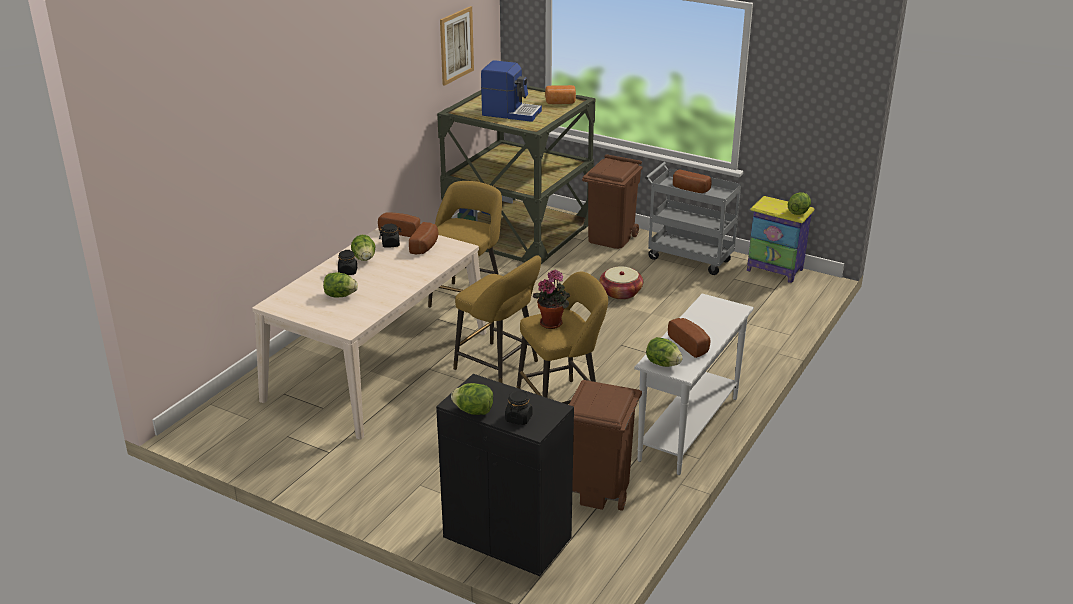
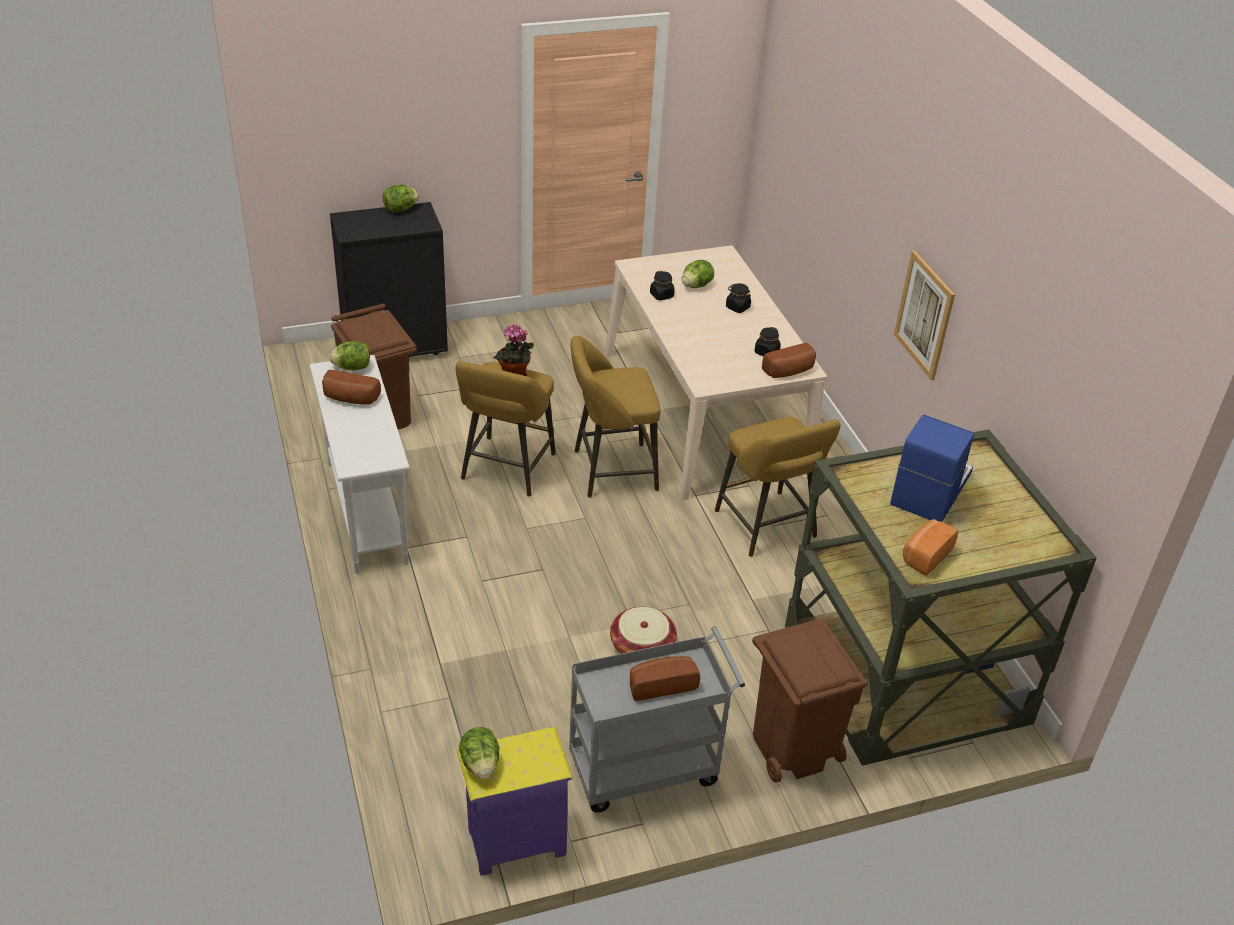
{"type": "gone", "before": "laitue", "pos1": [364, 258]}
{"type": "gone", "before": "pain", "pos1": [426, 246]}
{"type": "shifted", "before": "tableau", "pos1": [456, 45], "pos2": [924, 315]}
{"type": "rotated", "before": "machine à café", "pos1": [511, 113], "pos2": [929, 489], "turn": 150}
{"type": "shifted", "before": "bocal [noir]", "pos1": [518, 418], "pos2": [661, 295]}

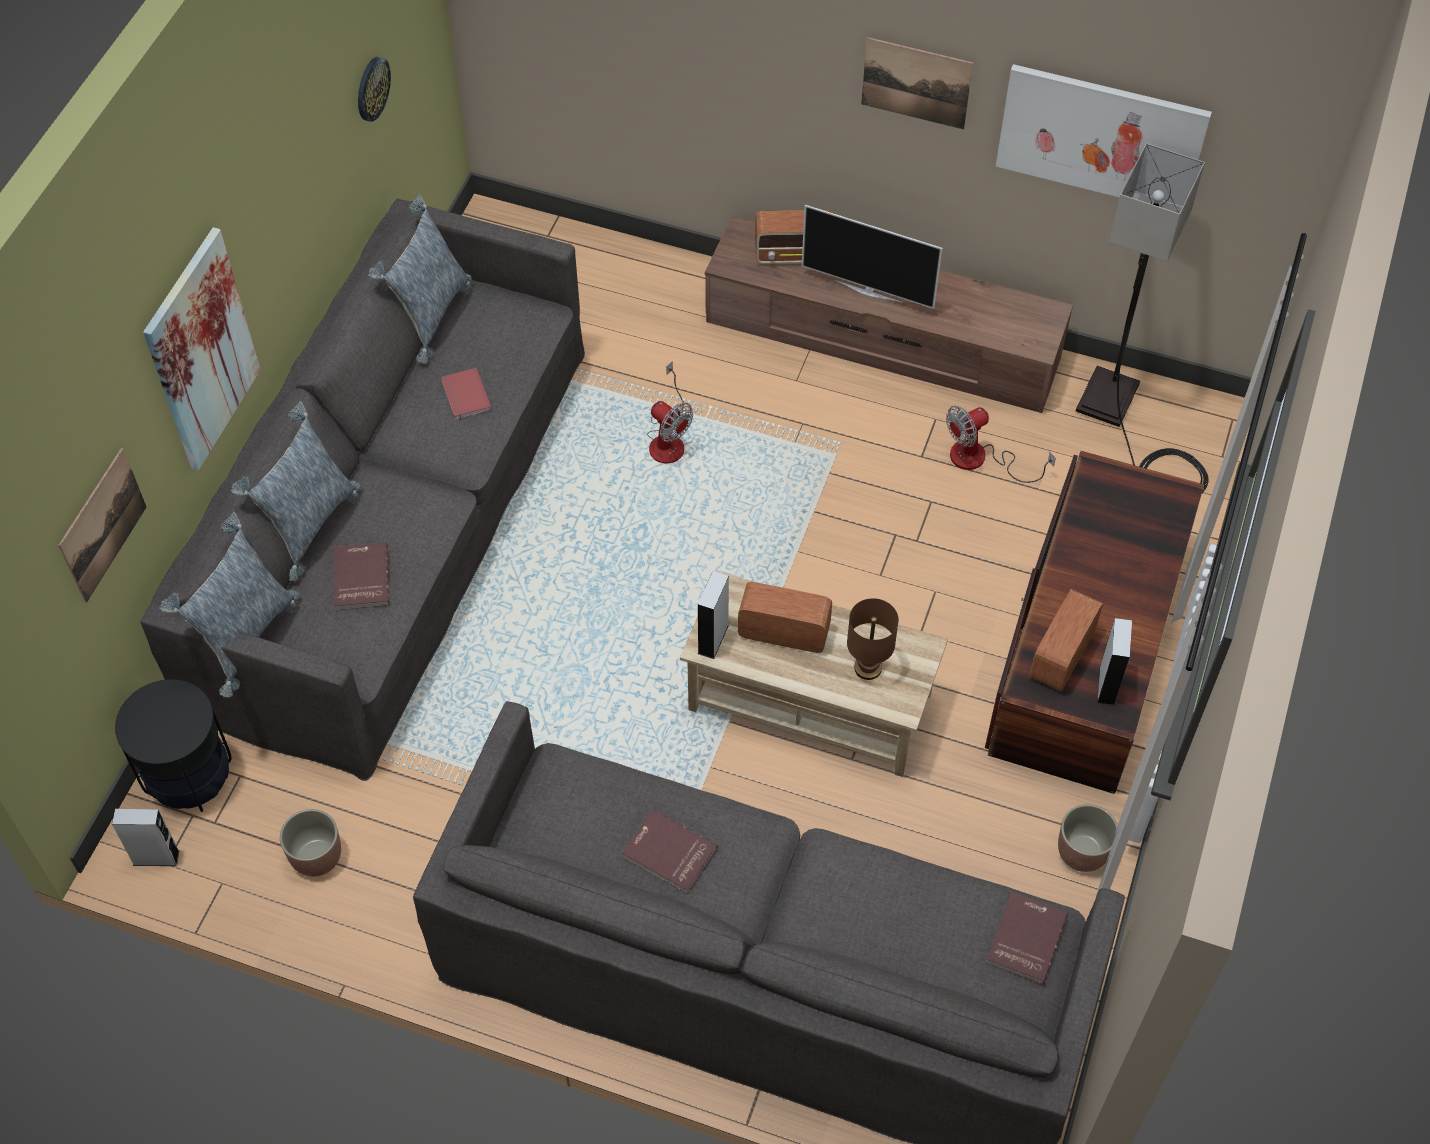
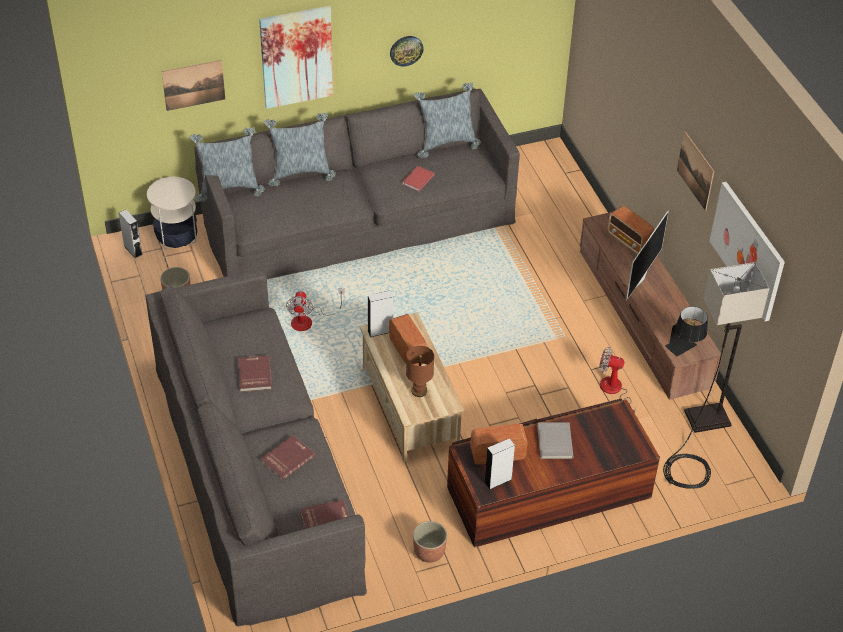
{"type": "repainted", "before": "table d'appoint [noir]", "after": "table d'appoint [beige]", "pos1": [190, 778], "pos2": [177, 237]}
{"type": "shifted", "before": "livre [rouge]", "pos1": [360, 578], "pos2": [287, 458]}
{"type": "shifted", "before": "horloge murale", "pos1": [372, 88], "pos2": [406, 50]}
{"type": "shifted", "before": "ventilateur", "pos1": [668, 439], "pos2": [308, 320]}
{"type": "rotated", "before": "téléviseur", "pos1": [869, 290], "pos2": [639, 278], "turn": -135}
{"type": "new", "after": "livre [gris]", "pos2": [553, 442]}
{"type": "new", "after": "lampe de table [noir]", "pos2": [685, 349]}

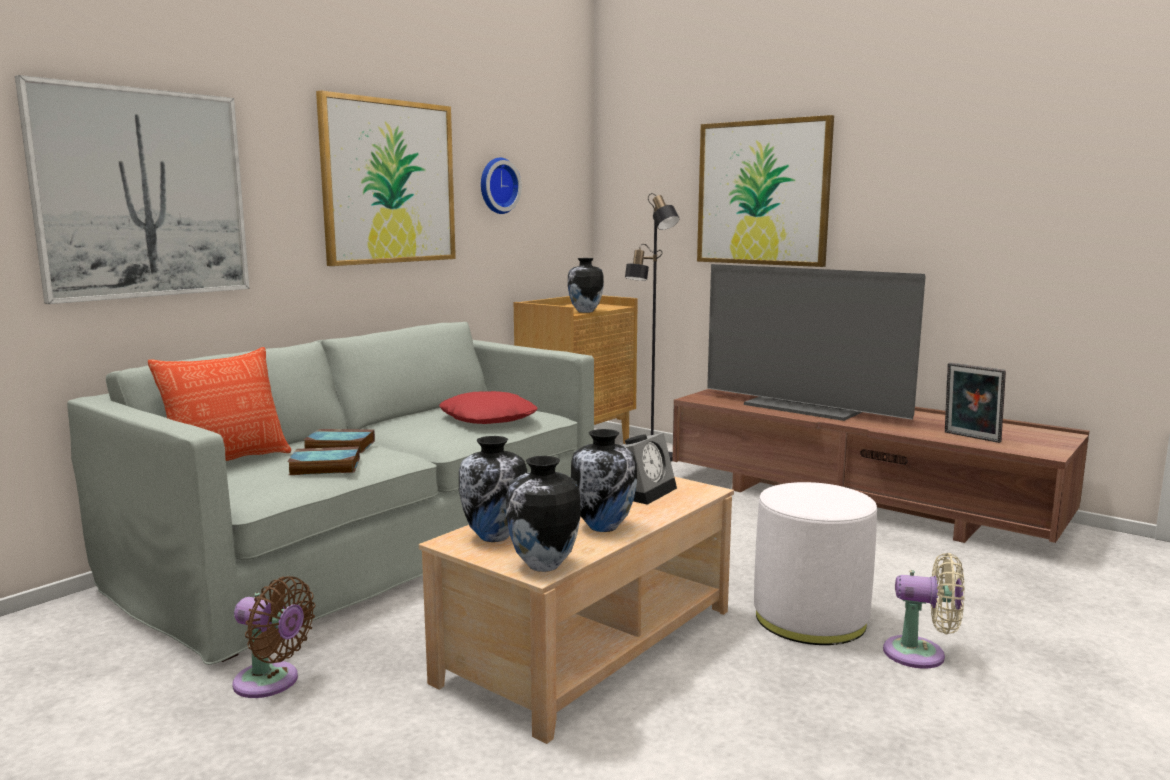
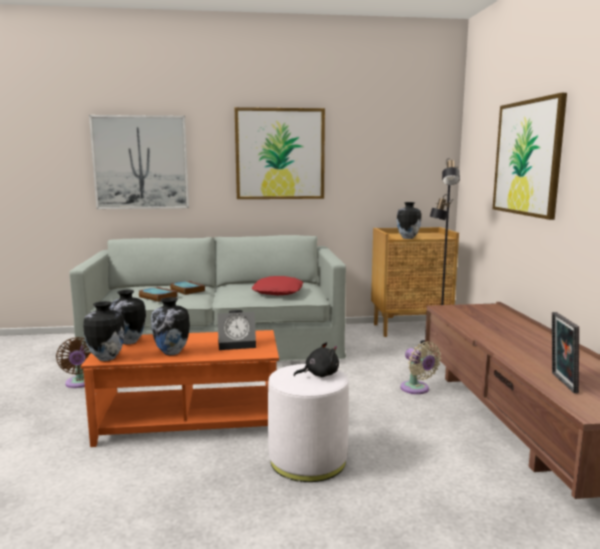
{"type": "gone", "before": "coussin [orange]", "pos1": [228, 462]}
{"type": "repainted", "before": "table basse [beige]", "after": "table basse [orange]", "pos1": [588, 643], "pos2": [190, 419]}
{"type": "gone", "before": "horloge murale", "pos1": [497, 186]}
{"type": "gone", "before": "téléviseur", "pos1": [805, 408]}
{"type": "shifted", "before": "ventilateur [beige]", "pos1": [921, 654], "pos2": [416, 389]}
{"type": "new", "after": "peluche [noir]", "pos2": [319, 374]}

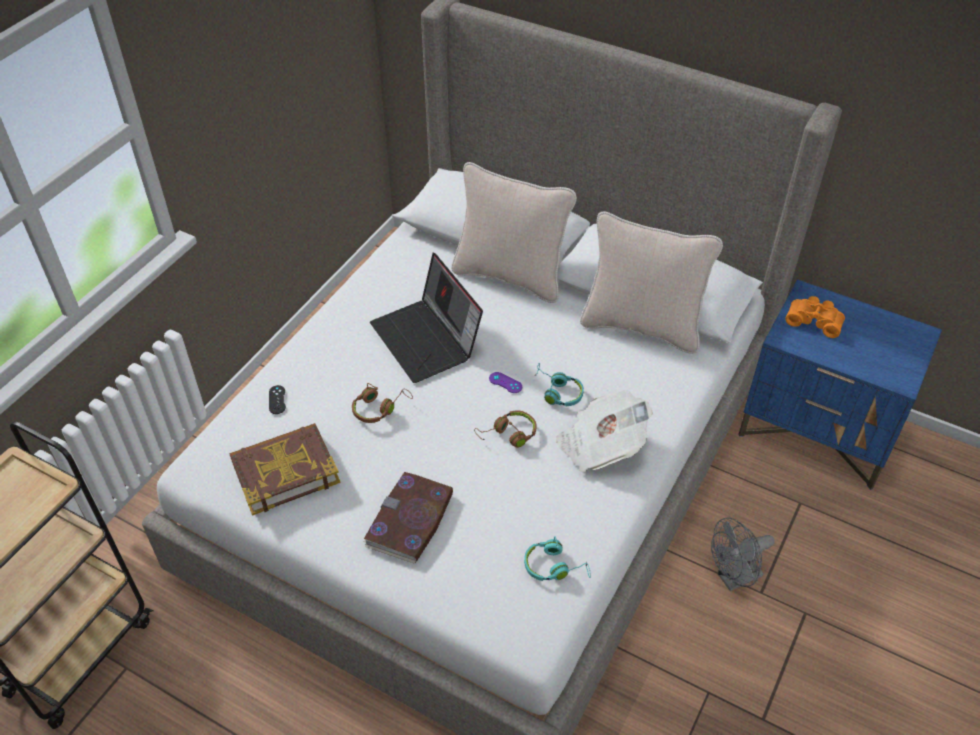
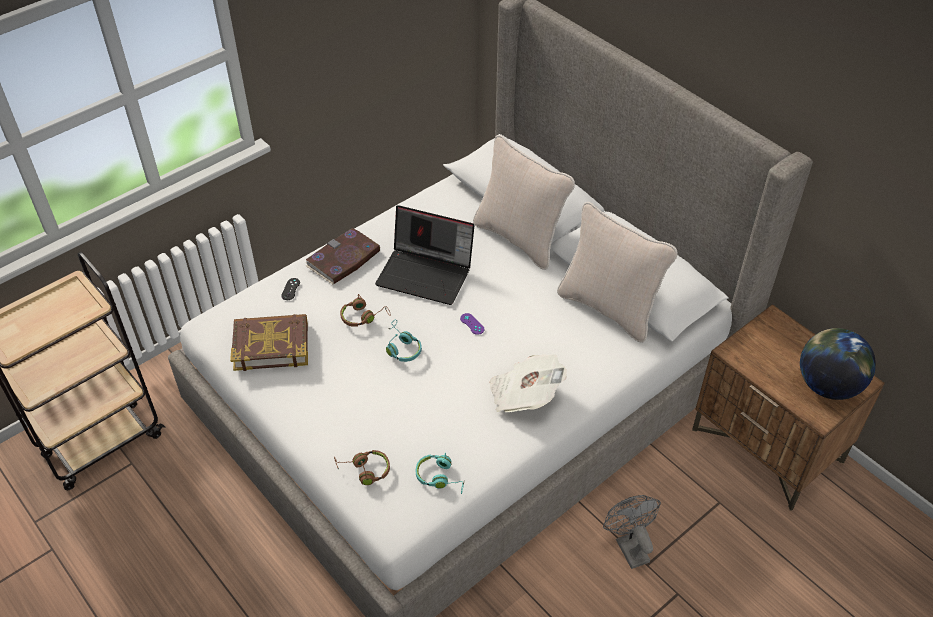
{"type": "shifted", "before": "livre", "pos1": [410, 520], "pos2": [343, 259]}
{"type": "rotated", "before": "ordinateur portable", "pos1": [427, 340], "pos2": [427, 273], "turn": -60}
{"type": "shifted", "before": "casque audio [marron]", "pos1": [508, 434], "pos2": [364, 470]}
{"type": "shifted", "before": "casque audio [turquoise]", "pos1": [557, 391], "pos2": [401, 347]}
{"type": "rotated", "before": "ventilateur [gris]", "pos1": [733, 578], "pos2": [628, 546], "turn": 75}
{"type": "repainted", "before": "table de chevet [bleu]", "after": "table de chevet [marron]", "pos1": [818, 430], "pos2": [768, 446]}
{"type": "gone", "before": "jumelles [orange]", "pos1": [814, 320]}
{"type": "new", "after": "globe", "pos2": [827, 385]}

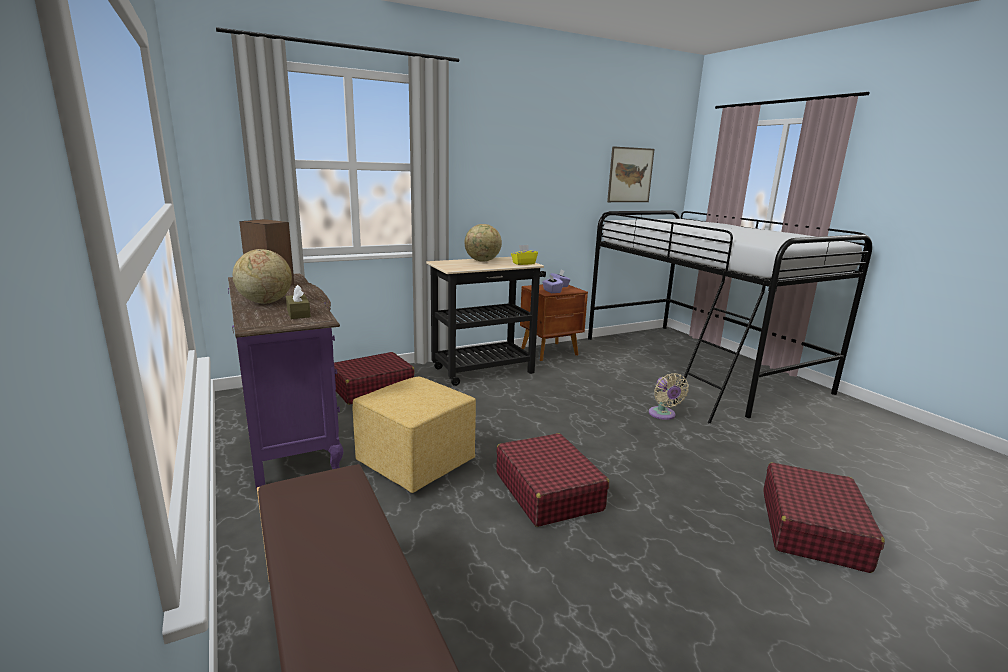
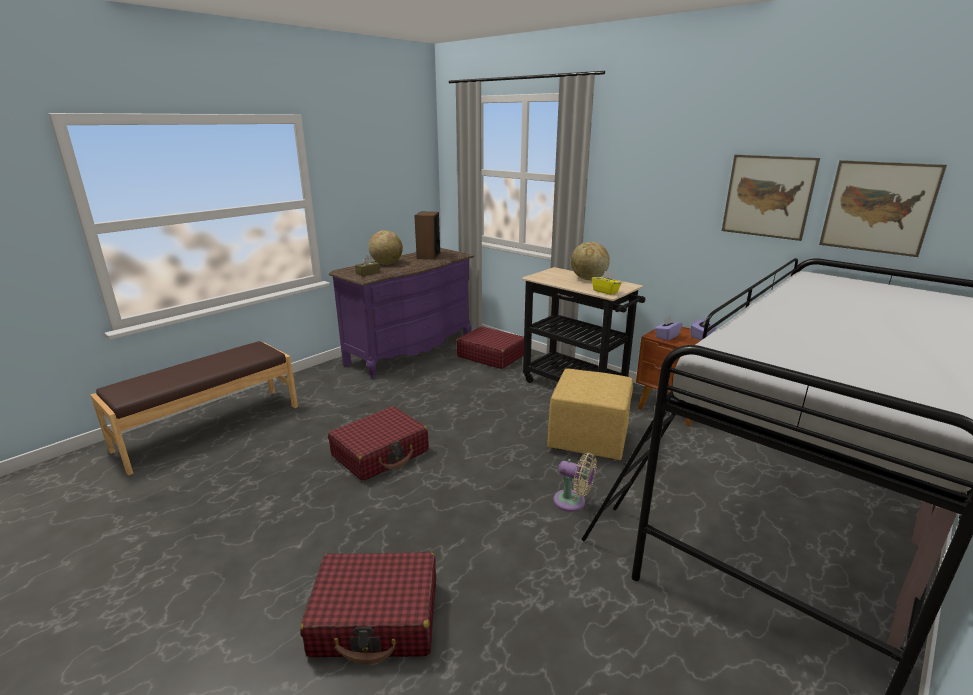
{"type": "shifted", "before": "pouf [jaune]", "pos1": [417, 464], "pos2": [590, 440]}
{"type": "rotated", "before": "ventilateur [beige]", "pos1": [663, 415], "pos2": [572, 502], "turn": -120}
{"type": "new", "after": "tableau", "pos2": [767, 196]}

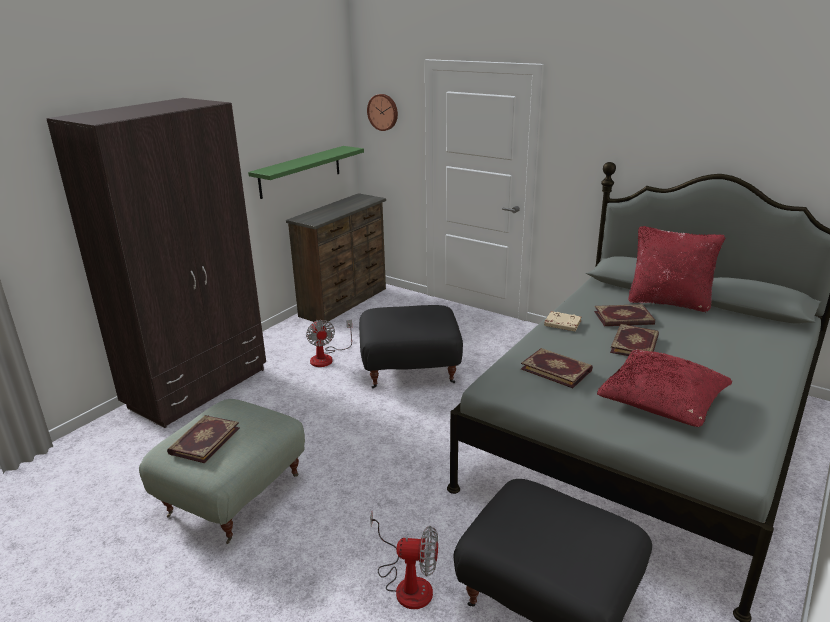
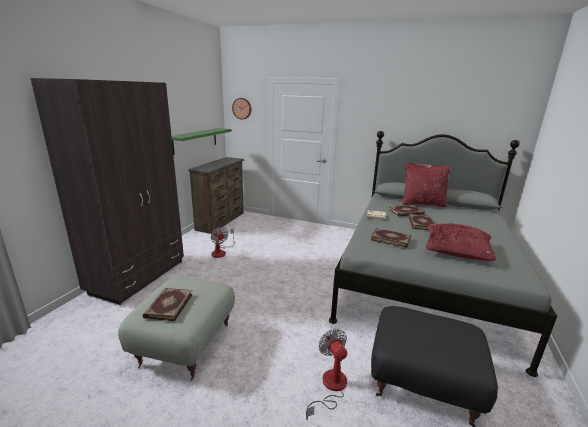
{"type": "gone", "before": "pouf [noir]", "pos1": [410, 369]}
{"type": "rotated", "before": "ventilateur", "pos1": [407, 583], "pos2": [330, 387], "turn": -105}

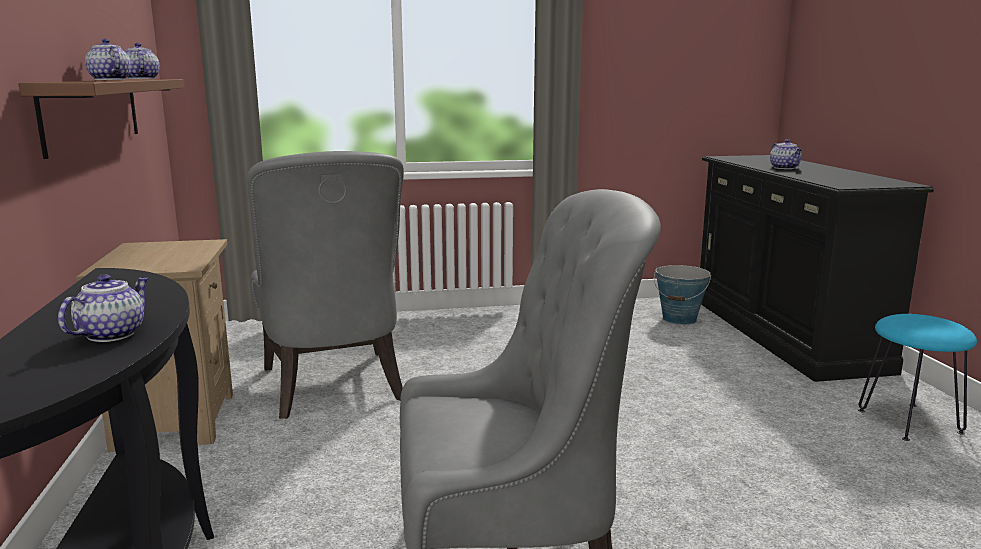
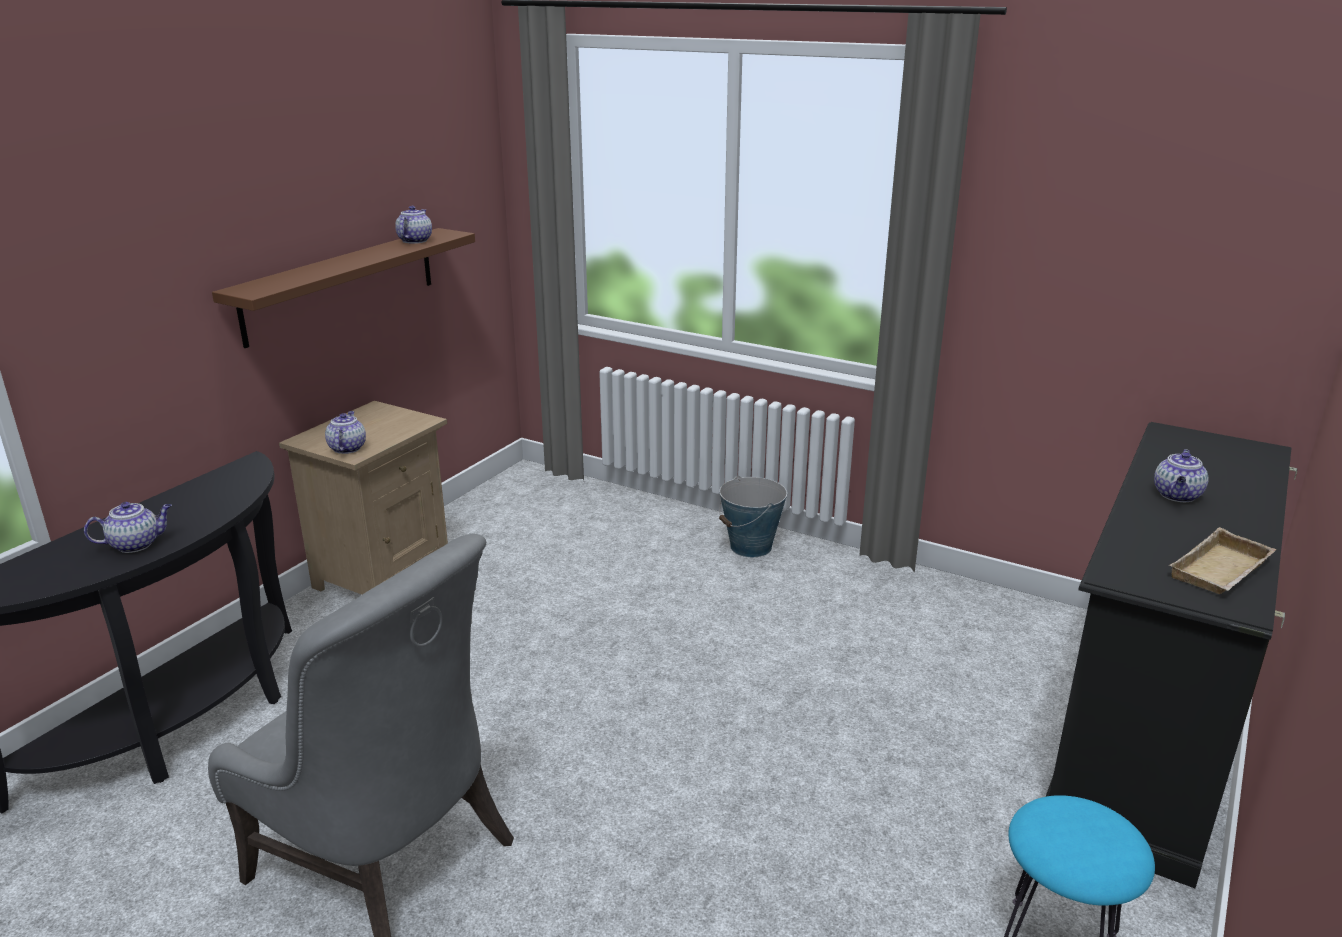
{"type": "shifted", "before": "théière", "pos1": [109, 80], "pos2": [347, 448]}
{"type": "gone", "before": "chaise [gris]", "pos1": [334, 384]}
{"type": "shifted", "before": "seau", "pos1": [679, 319], "pos2": [751, 547]}
{"type": "new", "after": "plateau [beige]", "pos2": [1222, 572]}

